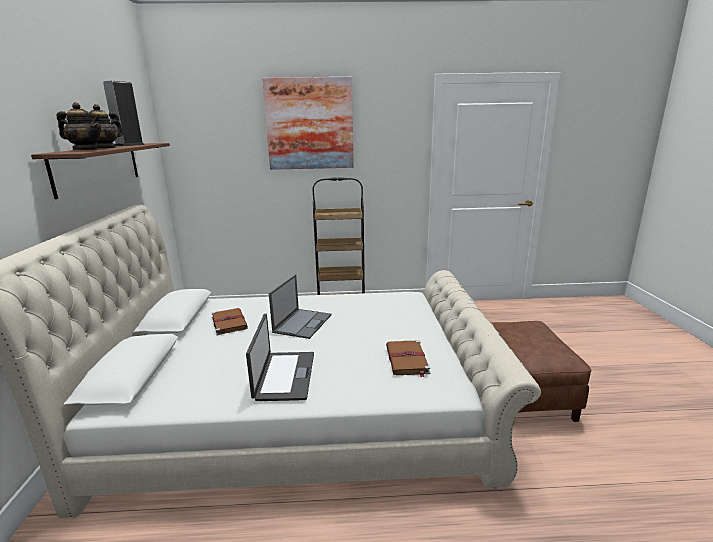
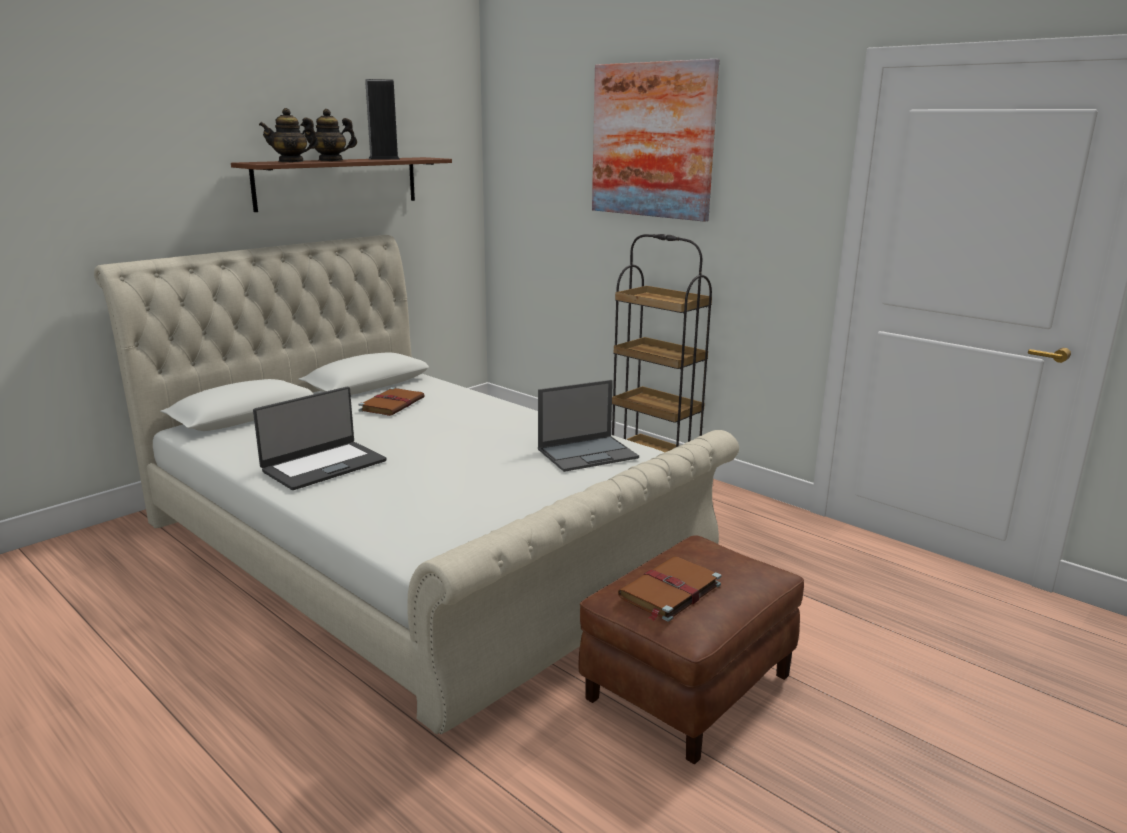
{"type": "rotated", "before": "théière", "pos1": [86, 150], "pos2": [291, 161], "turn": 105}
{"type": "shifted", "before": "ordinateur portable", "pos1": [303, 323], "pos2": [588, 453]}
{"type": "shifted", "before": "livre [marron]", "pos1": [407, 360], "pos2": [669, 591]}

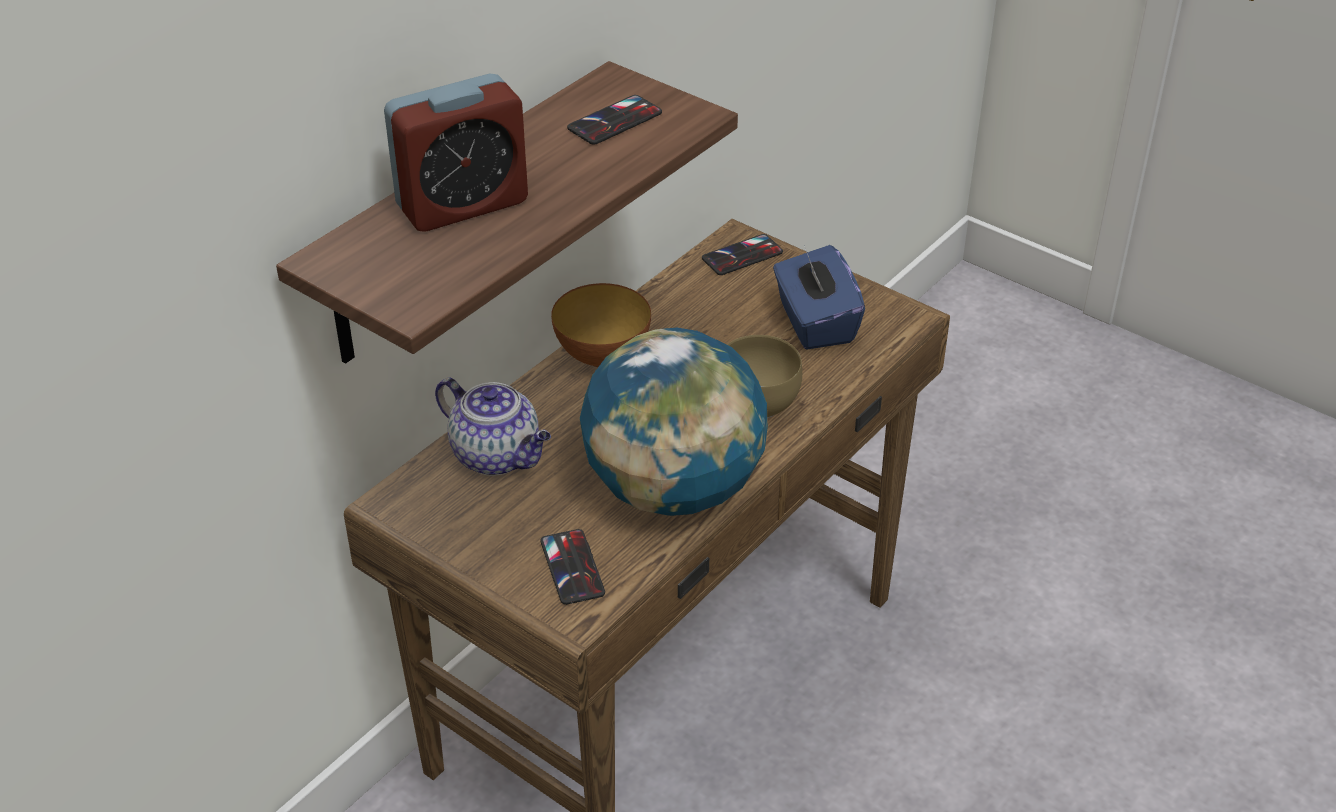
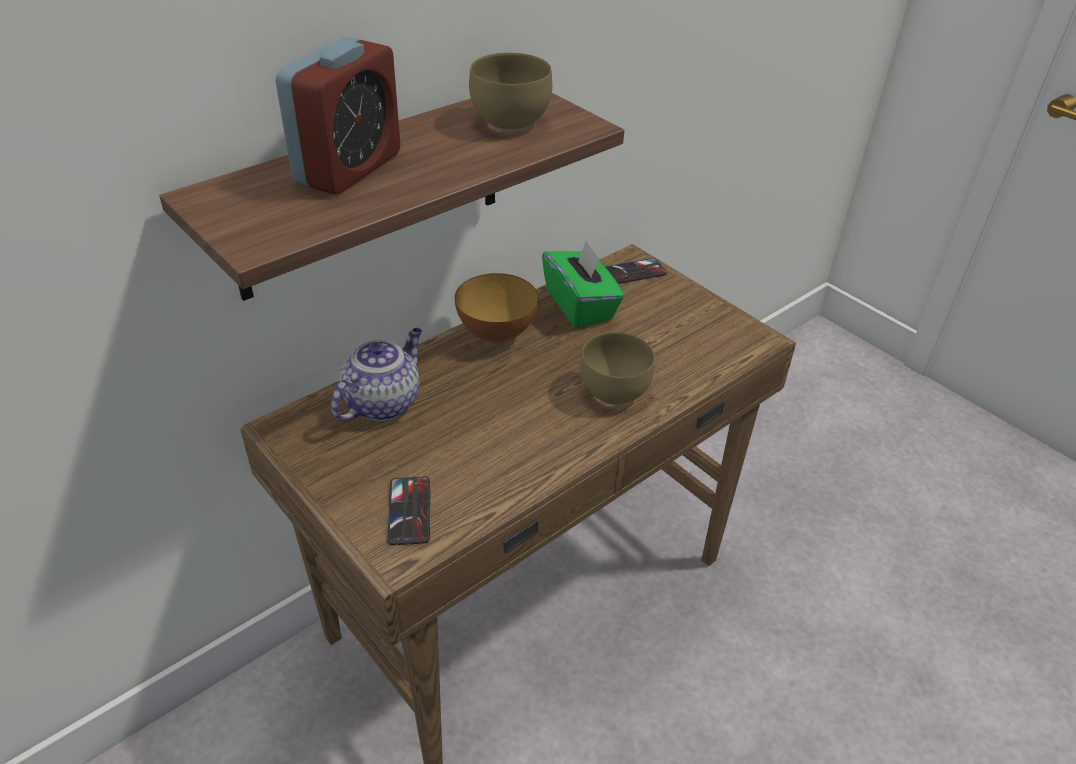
{"type": "rotated", "before": "réveil", "pos1": [462, 204], "pos2": [348, 168], "turn": -45}
{"type": "rotated", "before": "théière", "pos1": [498, 456], "pos2": [383, 402], "turn": -105}
{"type": "swapped", "before": "téléphone", "after": "bol [marron]", "pos1": [615, 121], "pos2": [513, 122]}
{"type": "gone", "before": "globe", "pos1": [674, 490]}
{"type": "gone", "before": "boîte à mouchoirs [bleu]", "pos1": [814, 323]}
{"type": "new", "after": "boîte à mouchoirs [vert]", "pos2": [580, 306]}

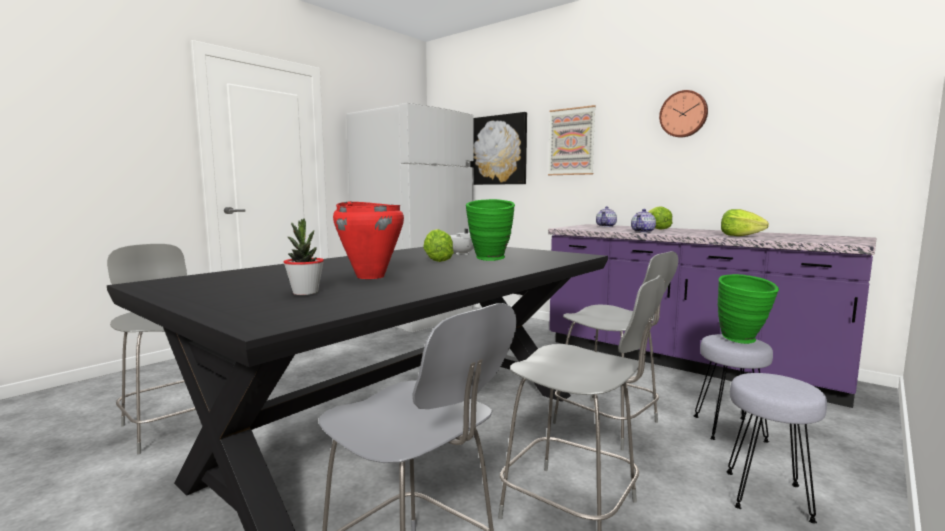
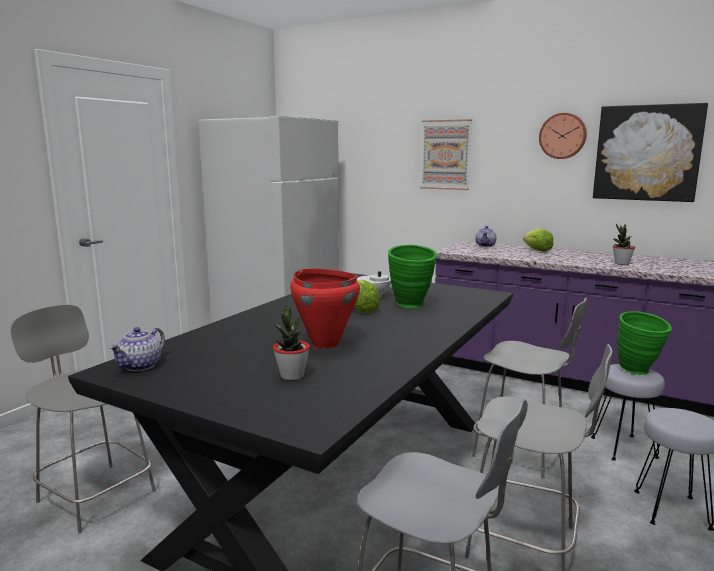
{"type": "shifted", "before": "tableau", "pos1": [498, 150], "pos2": [647, 153]}
{"type": "shifted", "before": "théière", "pos1": [643, 231], "pos2": [141, 366]}
{"type": "swapped", "before": "laitue", "after": "plante en pot", "pos1": [740, 236], "pos2": [621, 263]}

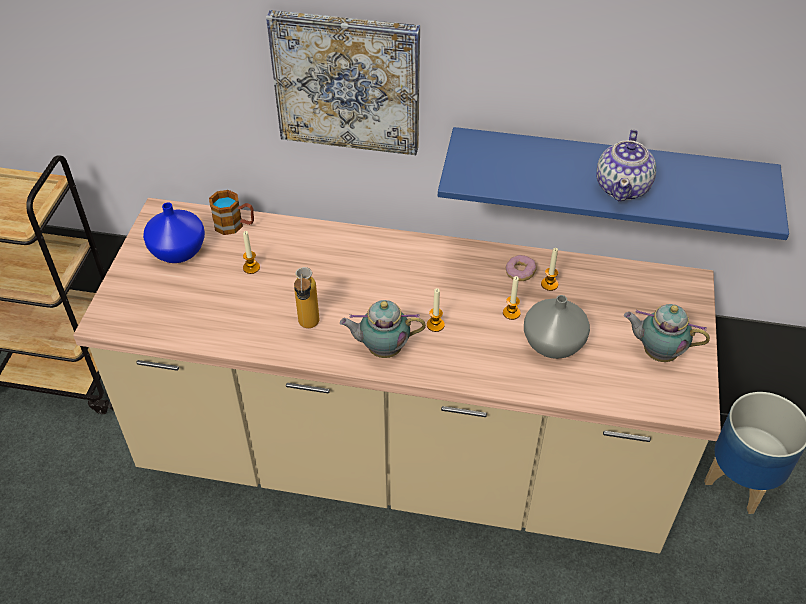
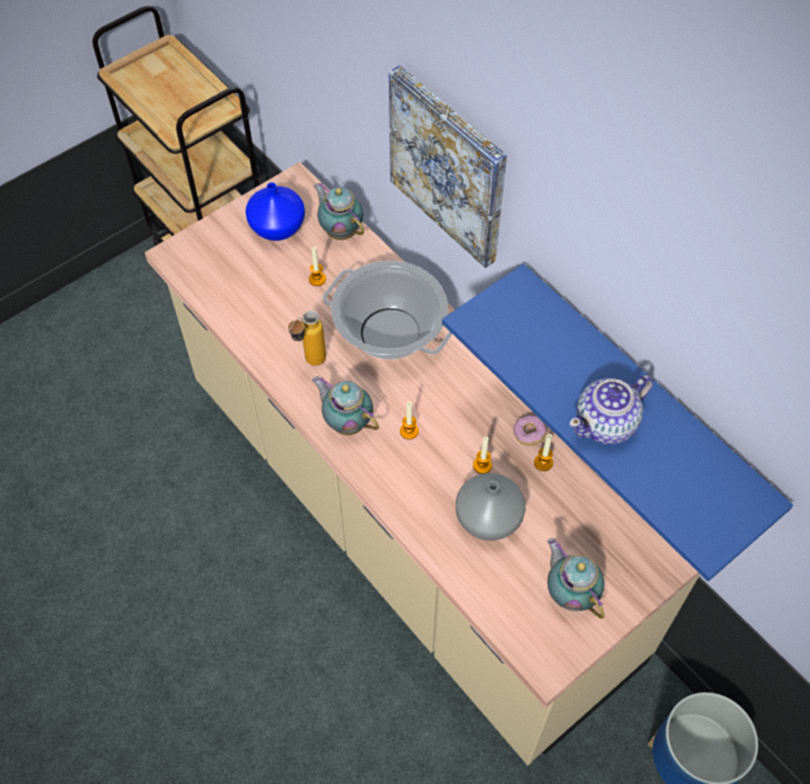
{"type": "swapped", "before": "mug", "after": "théière", "pos1": [235, 225], "pos2": [340, 231]}
{"type": "new", "after": "marmite", "pos2": [389, 333]}

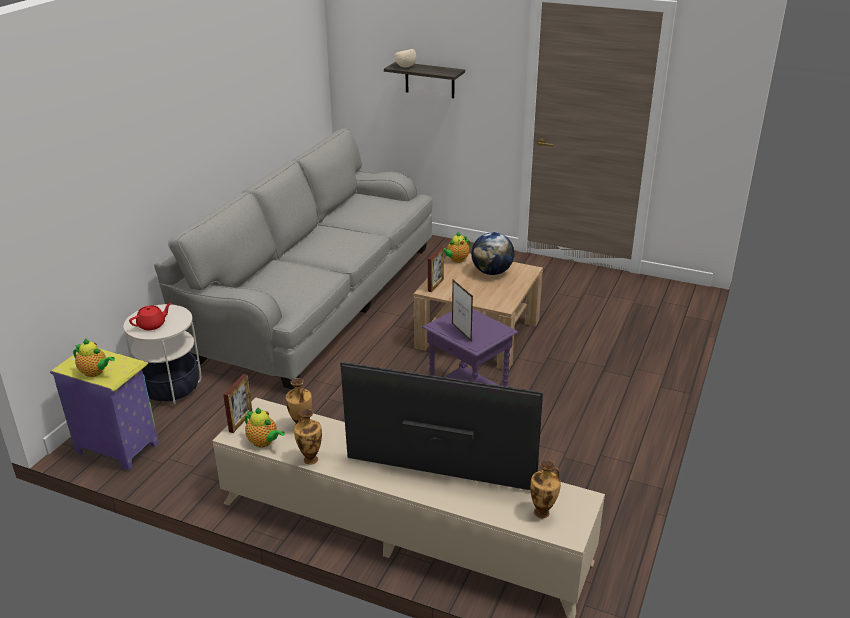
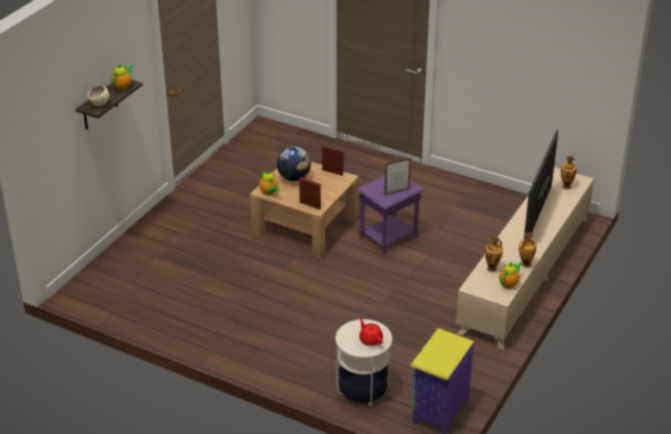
{"type": "shifted", "before": "théière", "pos1": [95, 372], "pos2": [123, 87]}
{"type": "gone", "before": "canapé [gris]", "pos1": [316, 299]}
{"type": "shifted", "before": "cadre photo", "pos1": [241, 421], "pos2": [332, 172]}

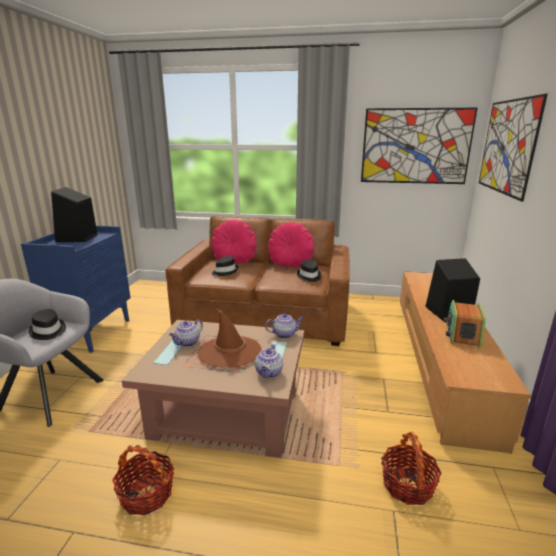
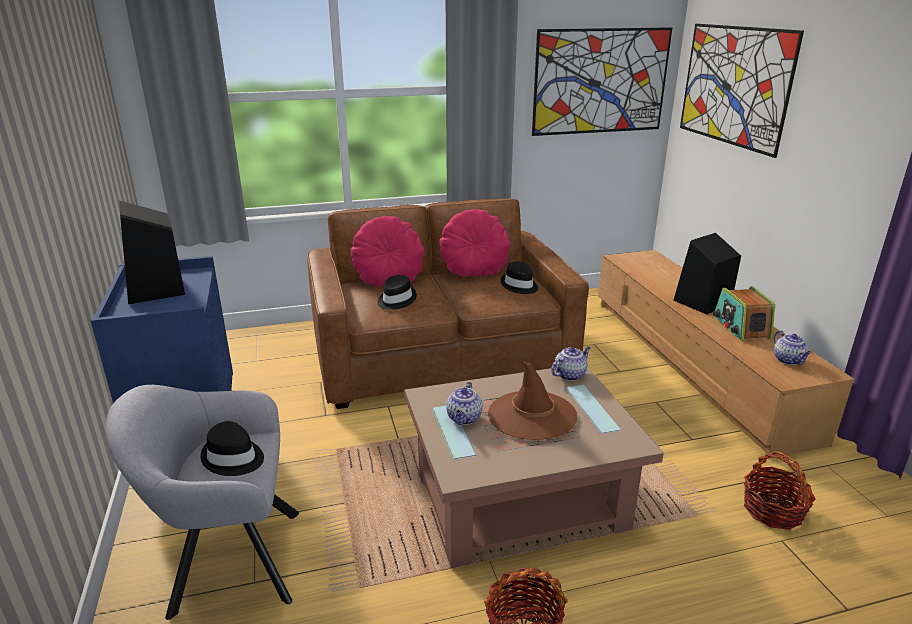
{"type": "shifted", "before": "théière", "pos1": [269, 373], "pos2": [789, 360]}

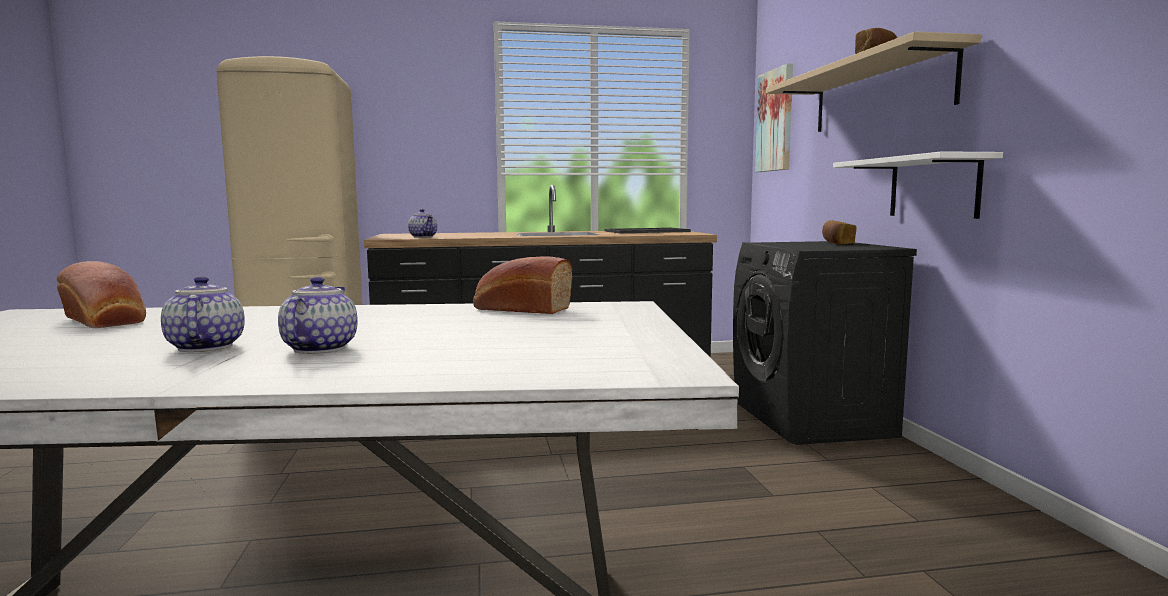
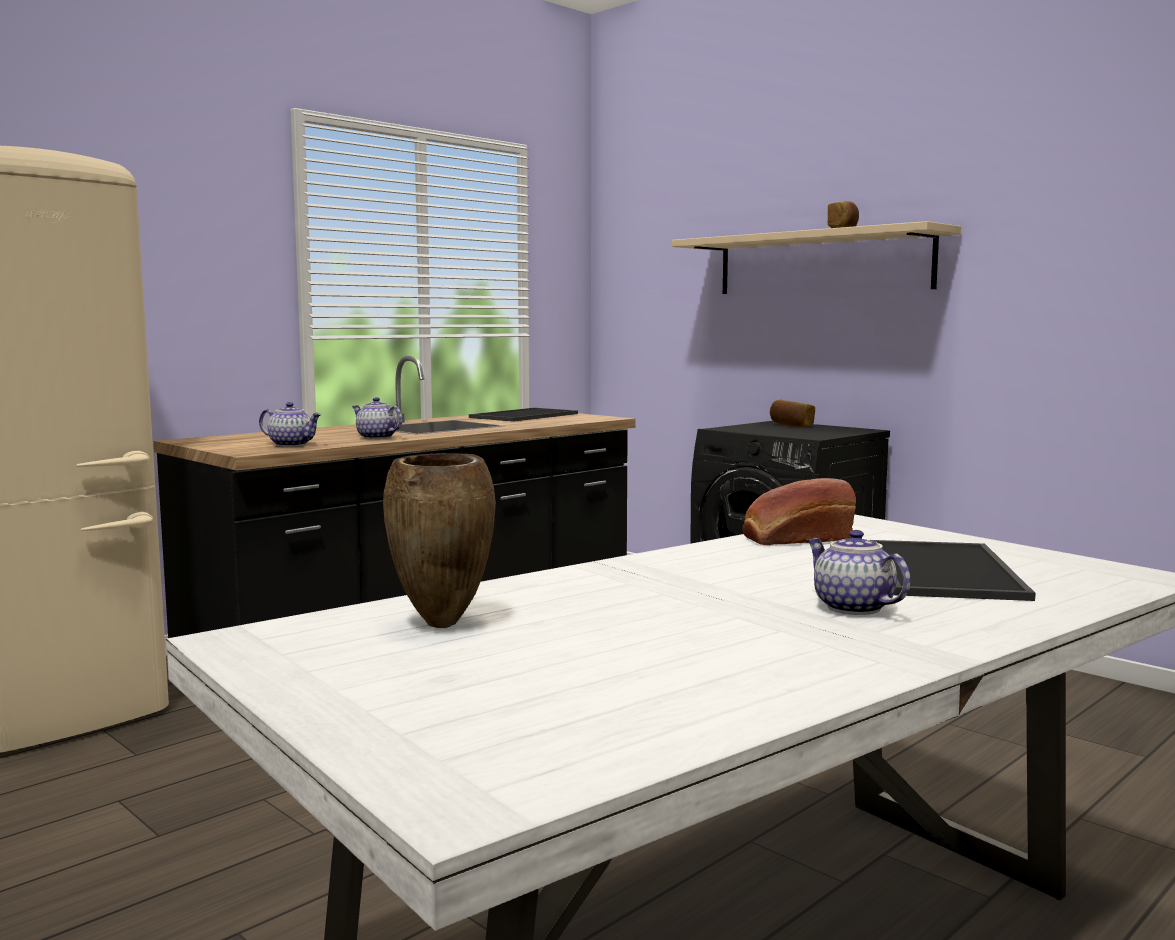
{"type": "swapped", "before": "pain", "after": "vase [marron]", "pos1": [105, 320], "pos2": [443, 625]}
{"type": "shifted", "before": "théière", "pos1": [204, 347], "pos2": [376, 438]}
{"type": "gone", "before": "tableau", "pos1": [775, 120]}
{"type": "gone", "before": "étagère [blanc]", "pos1": [933, 187]}
{"type": "new", "after": "plateau", "pos2": [939, 570]}

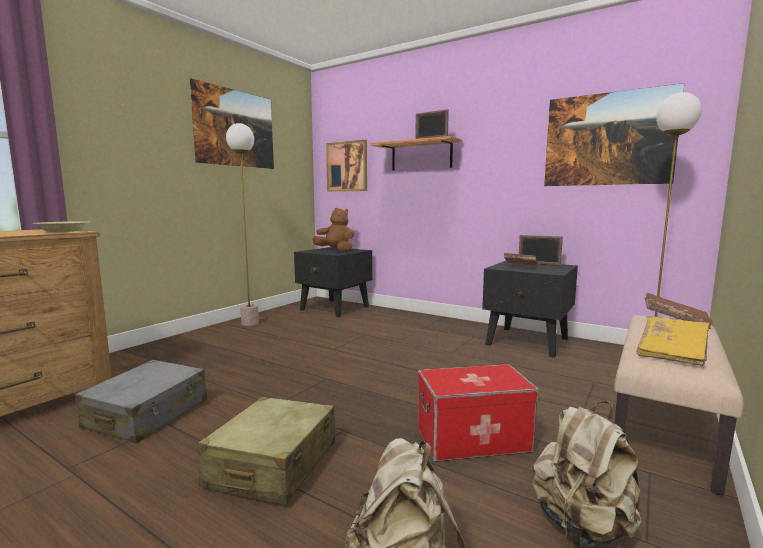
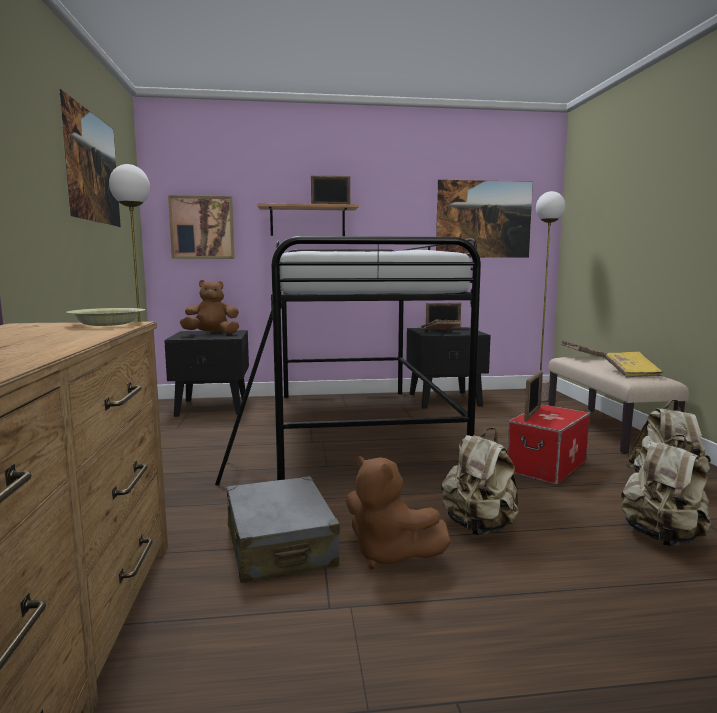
{"type": "swapped", "before": "valise [beige]", "after": "sac à dos [beige]", "pos1": [272, 465], "pos2": [479, 527]}
{"type": "new", "after": "lit [noir]", "pos2": [353, 429]}
{"type": "new", "after": "peluche [marron]", "pos2": [389, 554]}
{"type": "new", "after": "cadre photo", "pos2": [532, 414]}

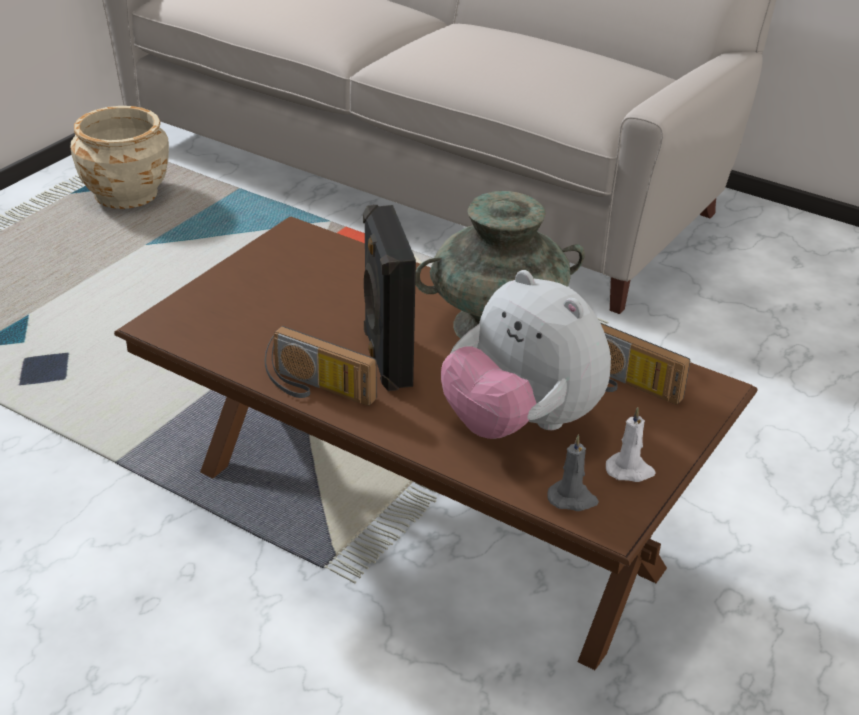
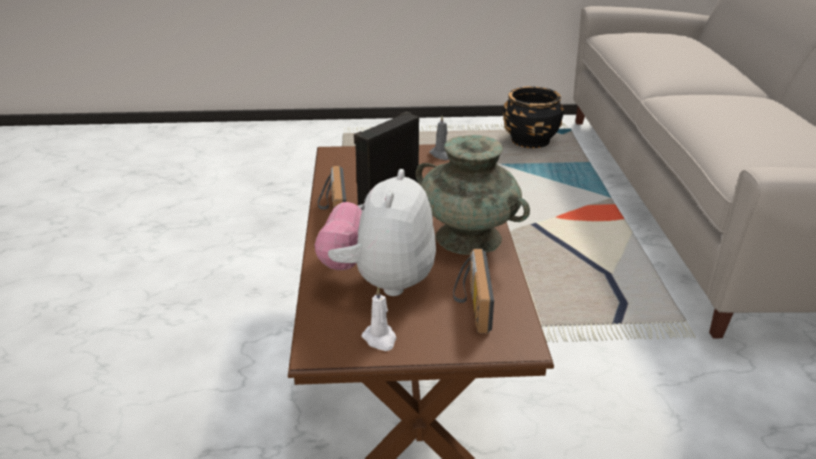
{"type": "repainted", "before": "cache-pot [beige]", "after": "cache-pot [noir]", "pos1": [126, 194], "pos2": [530, 141]}
{"type": "shifted", "before": "bougie [gris]", "pos1": [572, 499], "pos2": [441, 155]}

